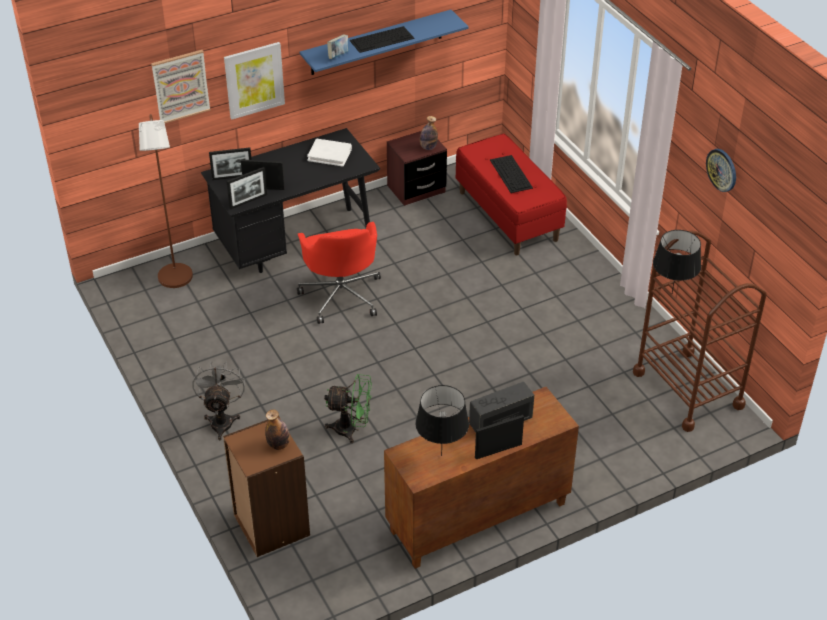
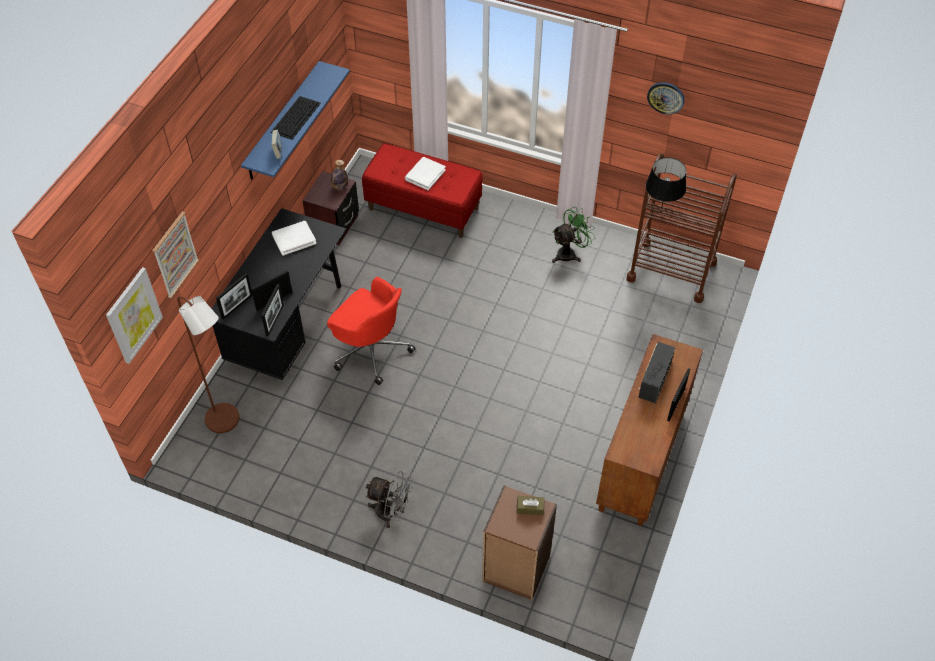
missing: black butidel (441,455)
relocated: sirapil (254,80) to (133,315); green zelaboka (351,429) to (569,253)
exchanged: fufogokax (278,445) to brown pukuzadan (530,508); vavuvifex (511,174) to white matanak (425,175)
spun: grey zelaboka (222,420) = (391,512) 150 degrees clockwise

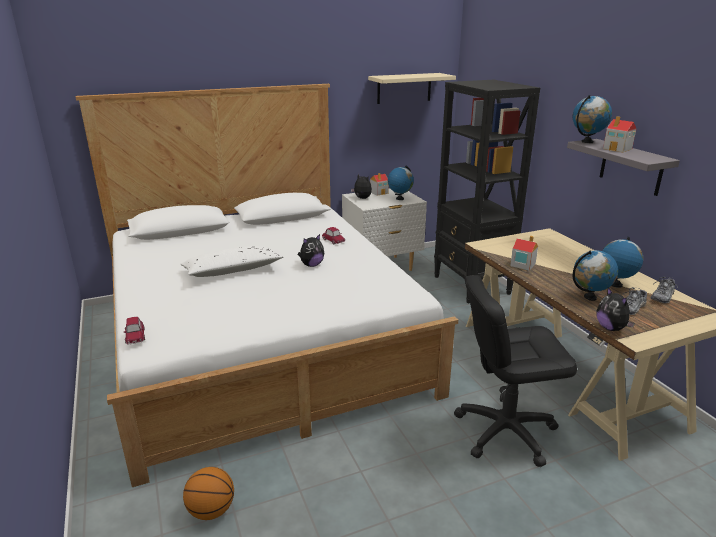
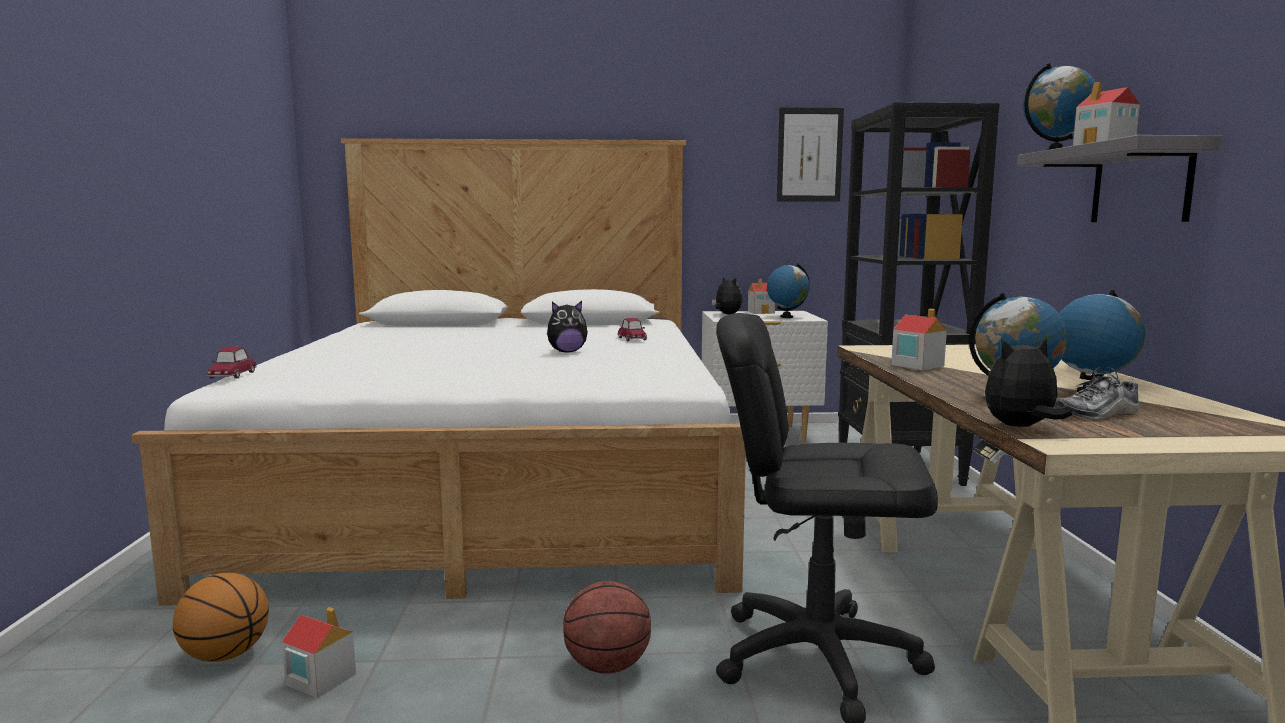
missing: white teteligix (232,271); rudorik (662,297)
appeared: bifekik (320,679); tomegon (606,666)
exchanged: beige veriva (404,88) to sirapil (809,155)
spun: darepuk (611,328) = (1021,427) 75 degrees clockwise

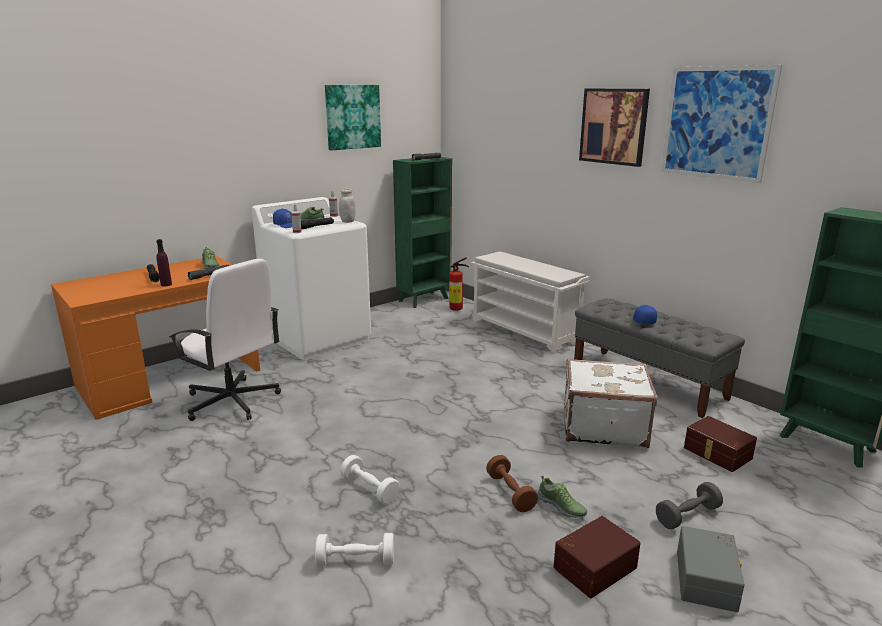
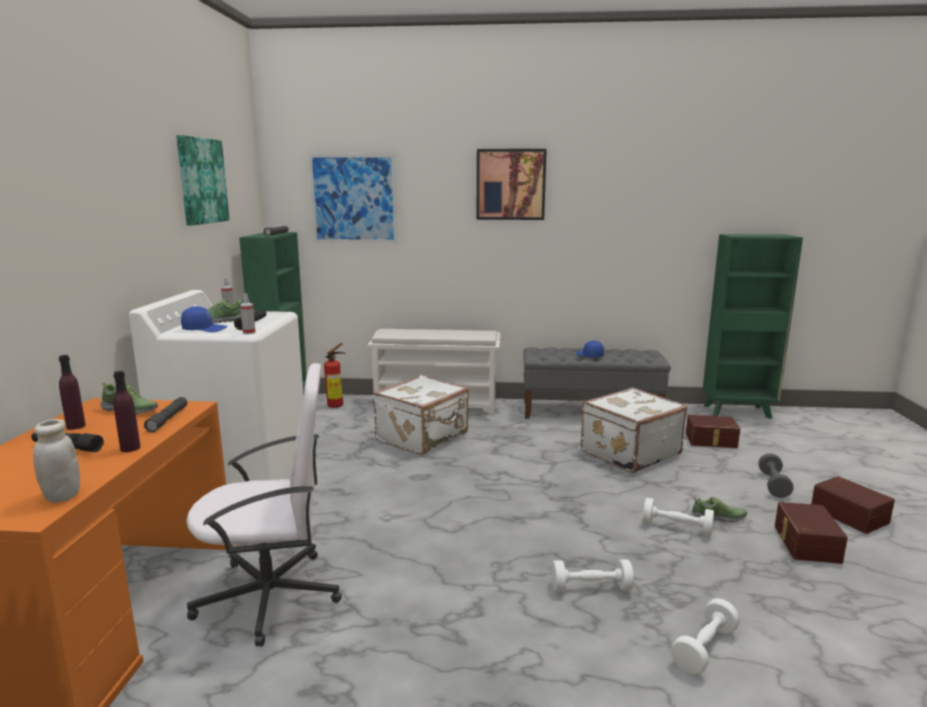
appeared: purple fufogokax (76,426); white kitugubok (423,437)
relocated: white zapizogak (347,221) to (62,496); sirapil (716,123) to (353,199)
colour: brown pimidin (510,493) to white pimidin (676,527); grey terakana (708,580) to brown terakana (850,514)

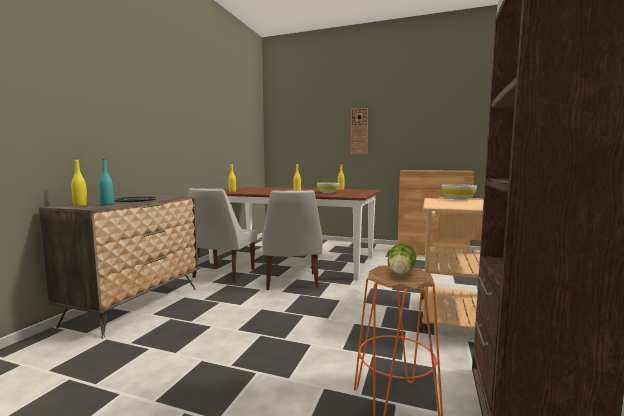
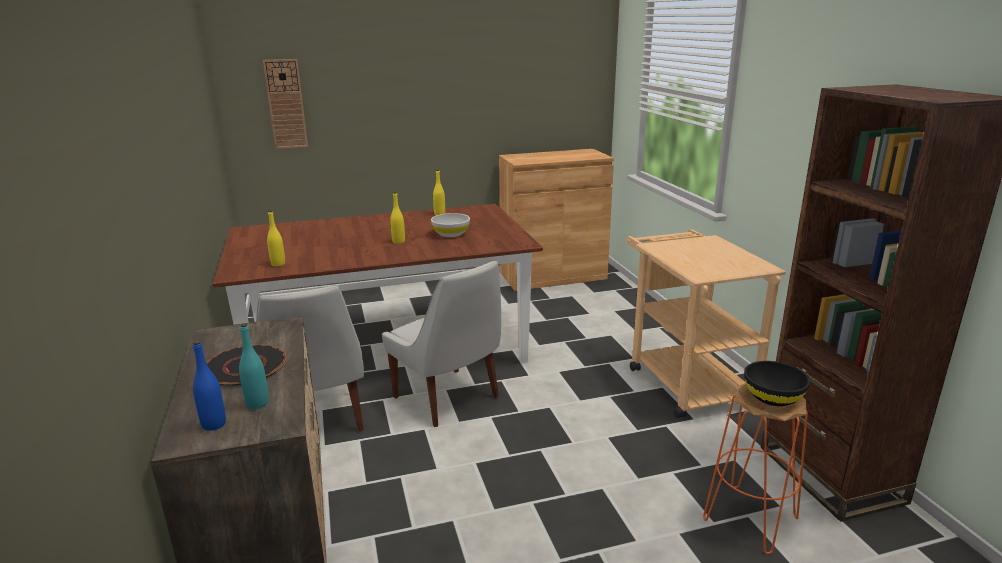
missing: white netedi (458,198)
relocated: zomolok (359,131) to (286,104)
exchanged: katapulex (400,273) to black netedi (772,397)
colour: yellow fufogokax (80,205) to blue fufogokax (214,424)

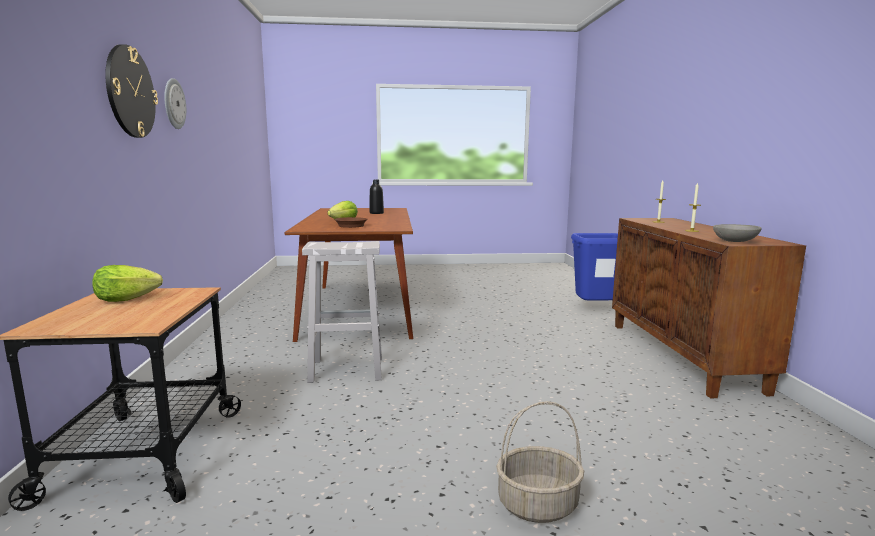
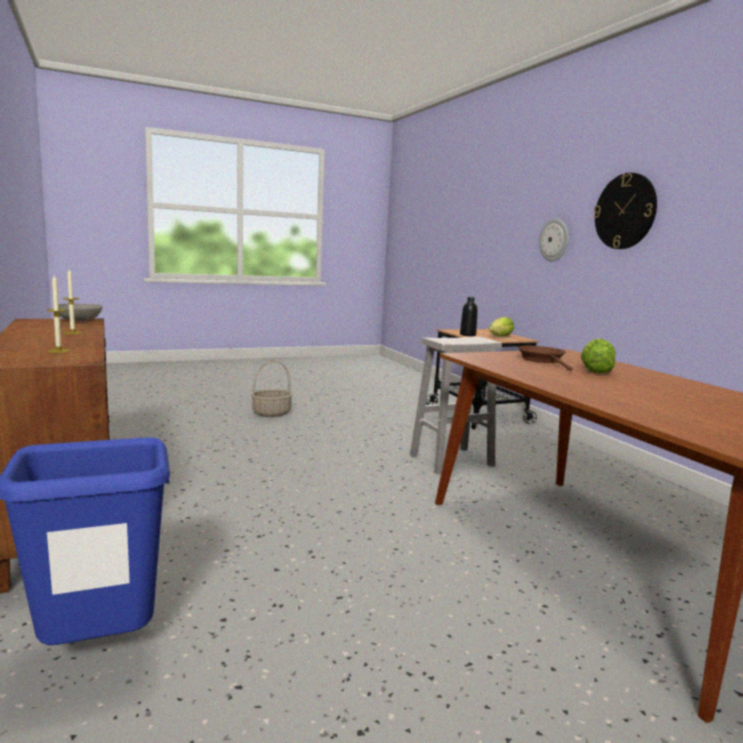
relocated: zomolok (173,104) to (554,240); black fufogokax (376,213) to (467,335)

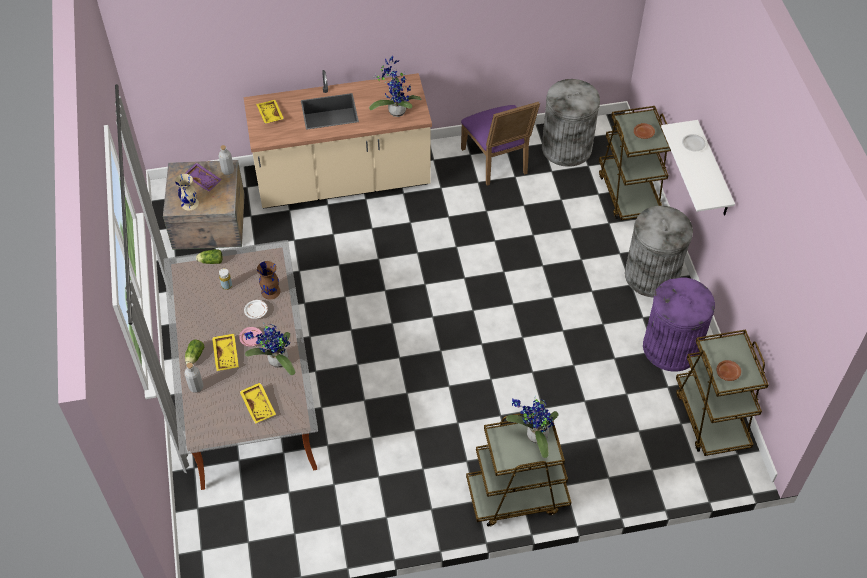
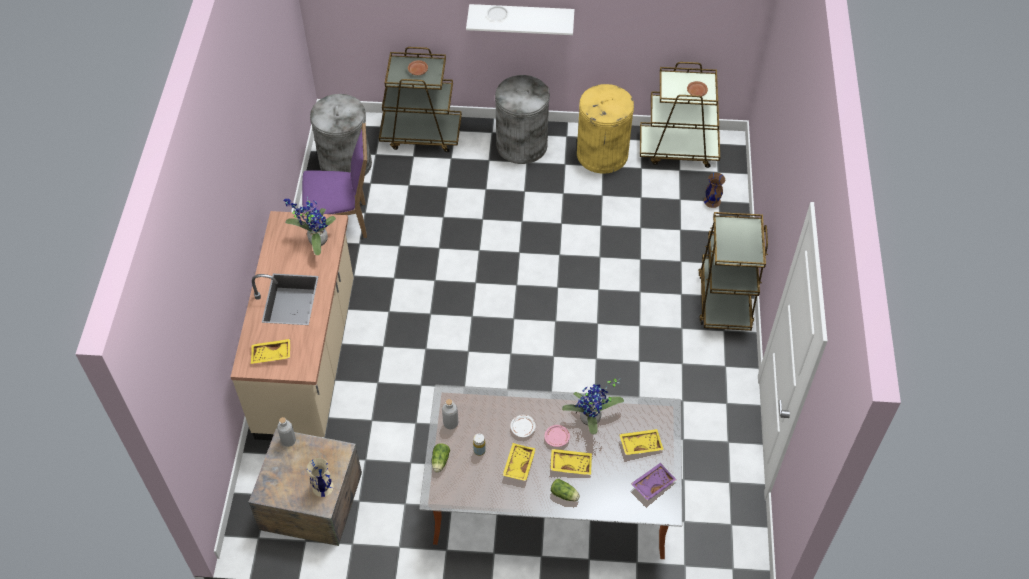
missing: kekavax (534,436)
appeared: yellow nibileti (518,464)
relocated: purple nibileti (203,180) to (652,483); grey fufogokax (196,387) to (450,423); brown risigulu (271,291) to (712,201)
colour: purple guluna (670,347) to yellow guluna (602,154)

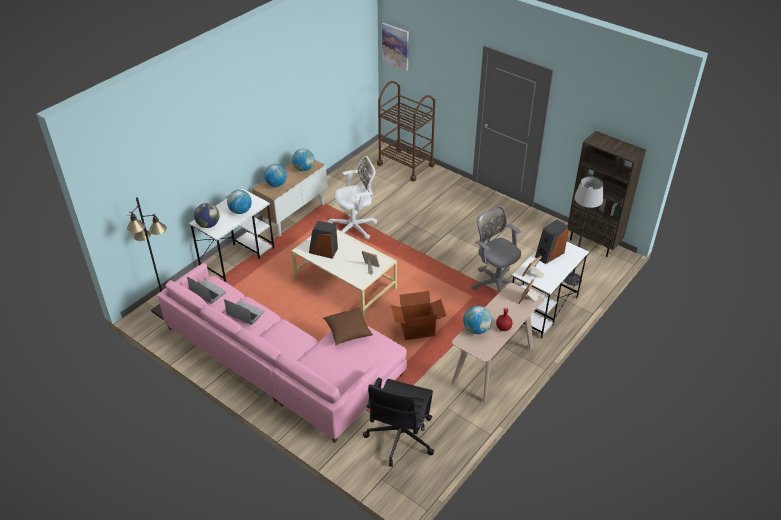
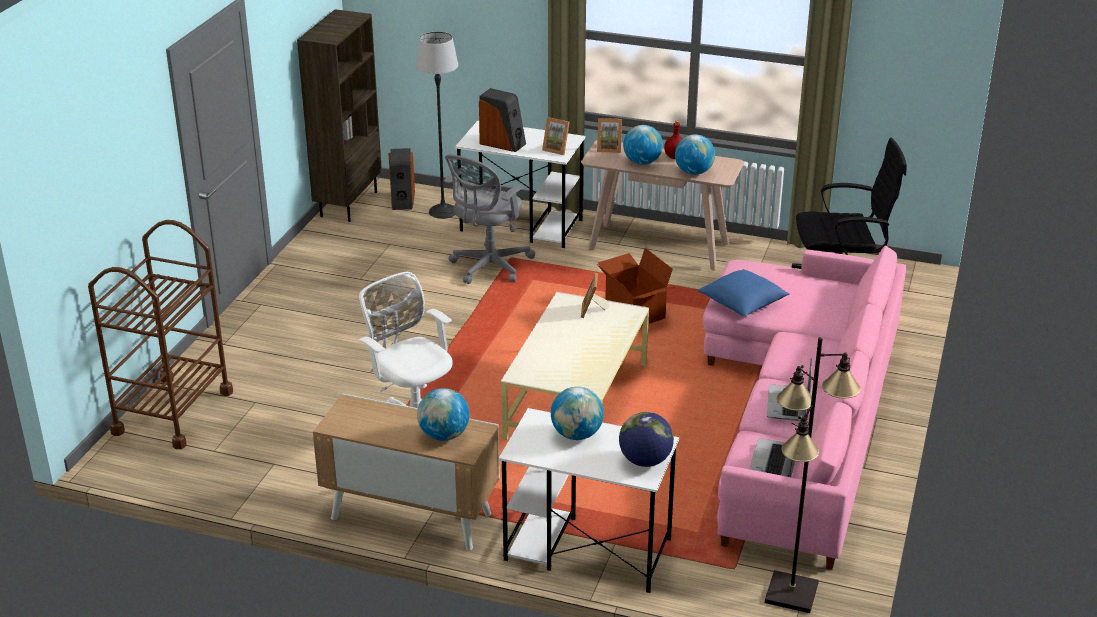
missing: sirapil (395,46)
relocated: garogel (304,169) to (642,162); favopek (323,251) to (402,200)
colour: brown teteligix (348,332) to blue teteligix (742,304)

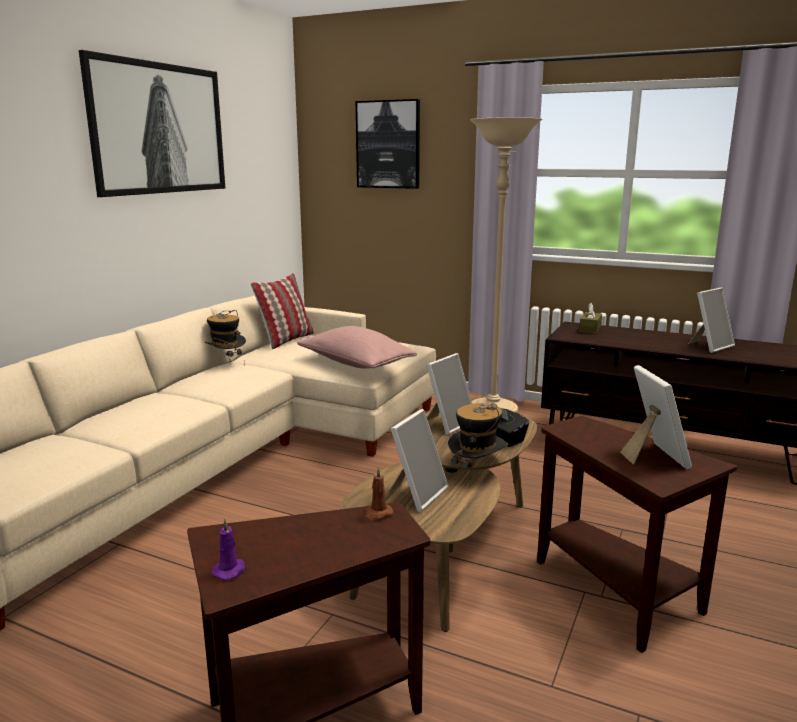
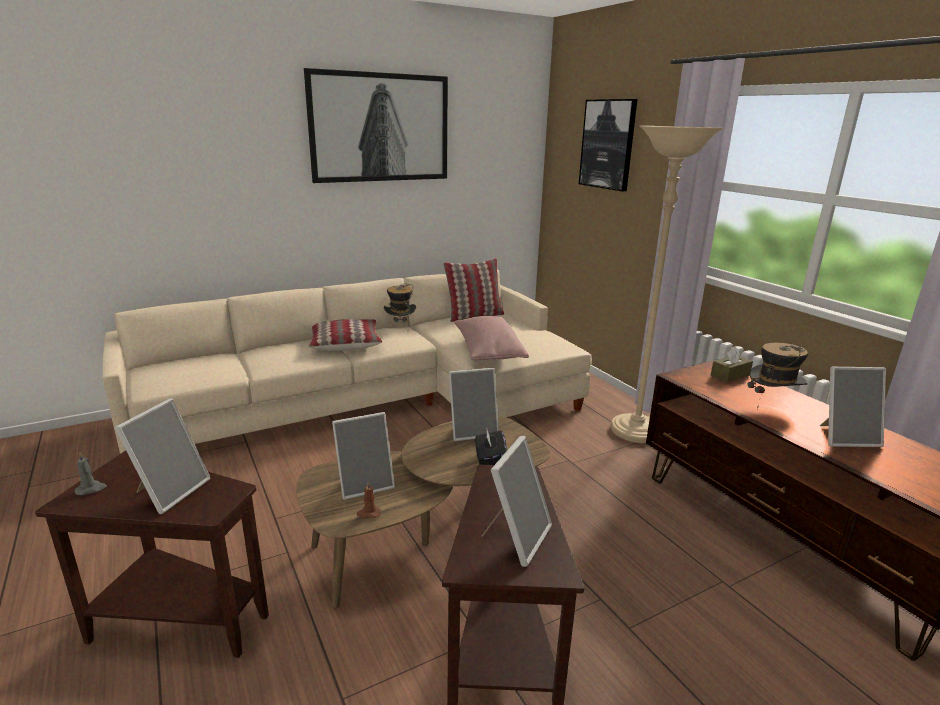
appeared: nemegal (170,491); teteligix (345,343)
relocated: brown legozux (377,514) to (368,513); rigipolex (476,473) to (771,403)
colour: purple legozux (230,570) to grey legozux (91,489)

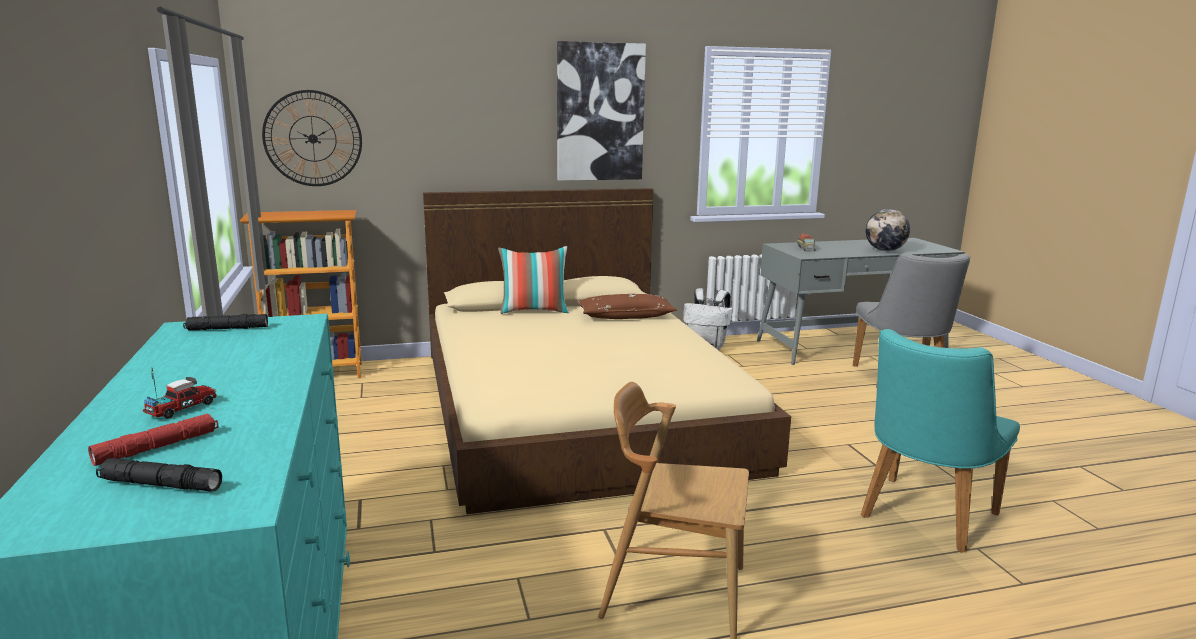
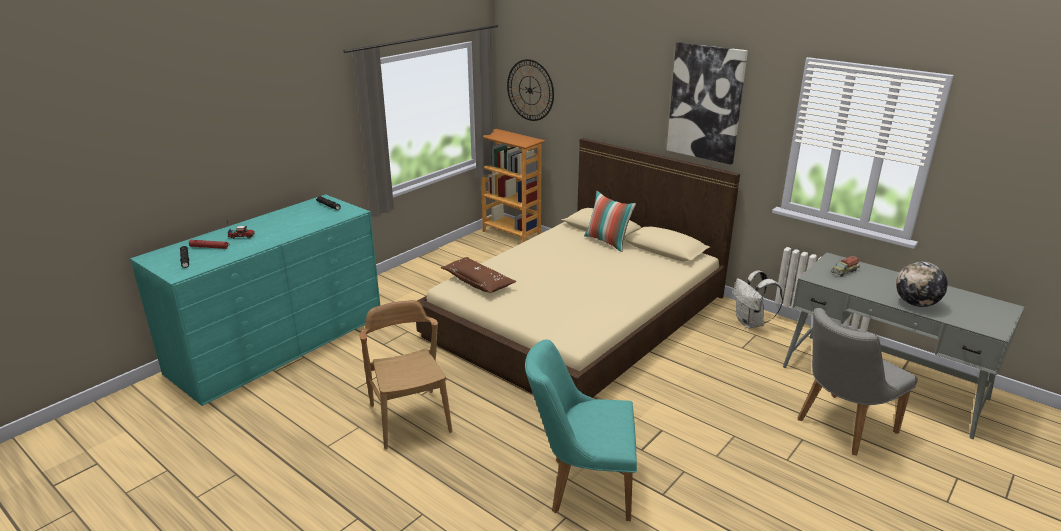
relocated: brown teteligix (626,316) to (478,282)

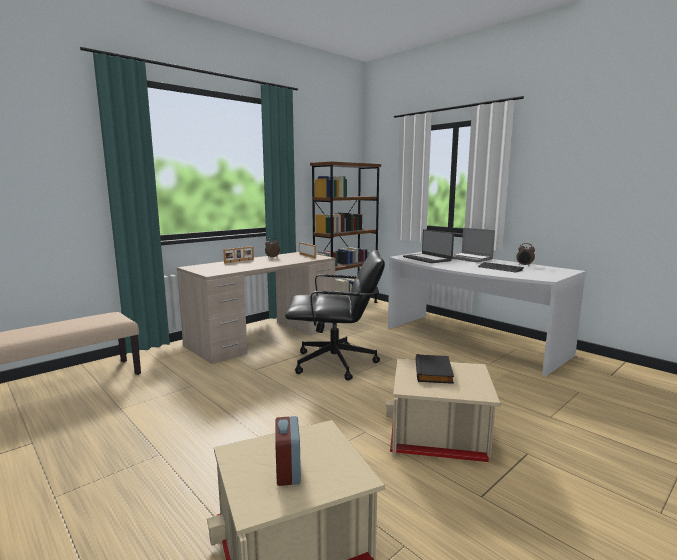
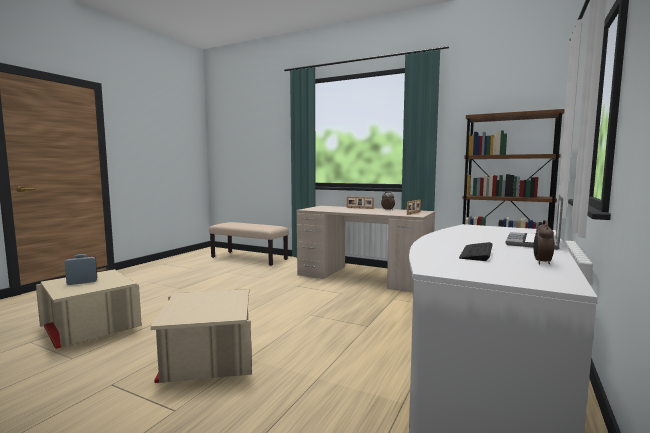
missing: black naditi (336,363); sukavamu (427,259); black matanak (434,372)

